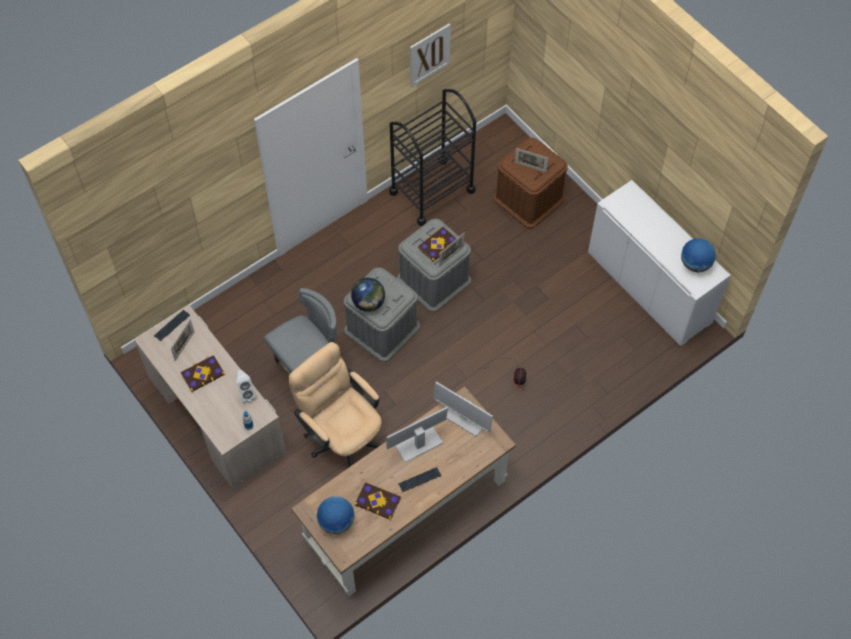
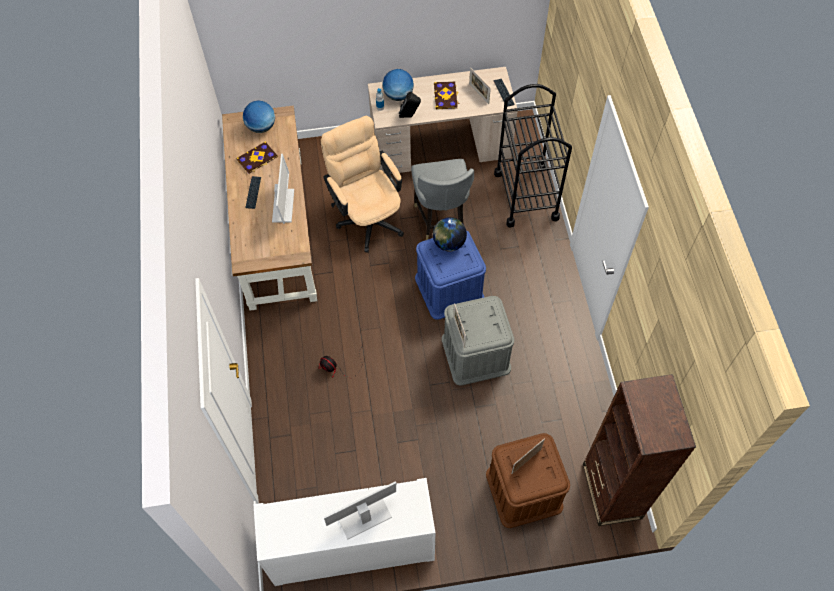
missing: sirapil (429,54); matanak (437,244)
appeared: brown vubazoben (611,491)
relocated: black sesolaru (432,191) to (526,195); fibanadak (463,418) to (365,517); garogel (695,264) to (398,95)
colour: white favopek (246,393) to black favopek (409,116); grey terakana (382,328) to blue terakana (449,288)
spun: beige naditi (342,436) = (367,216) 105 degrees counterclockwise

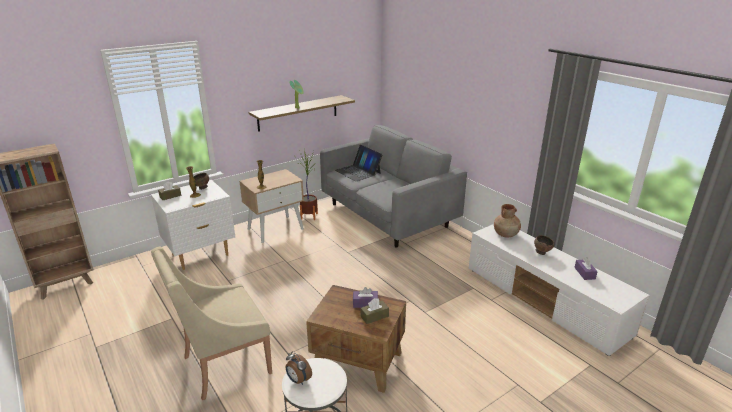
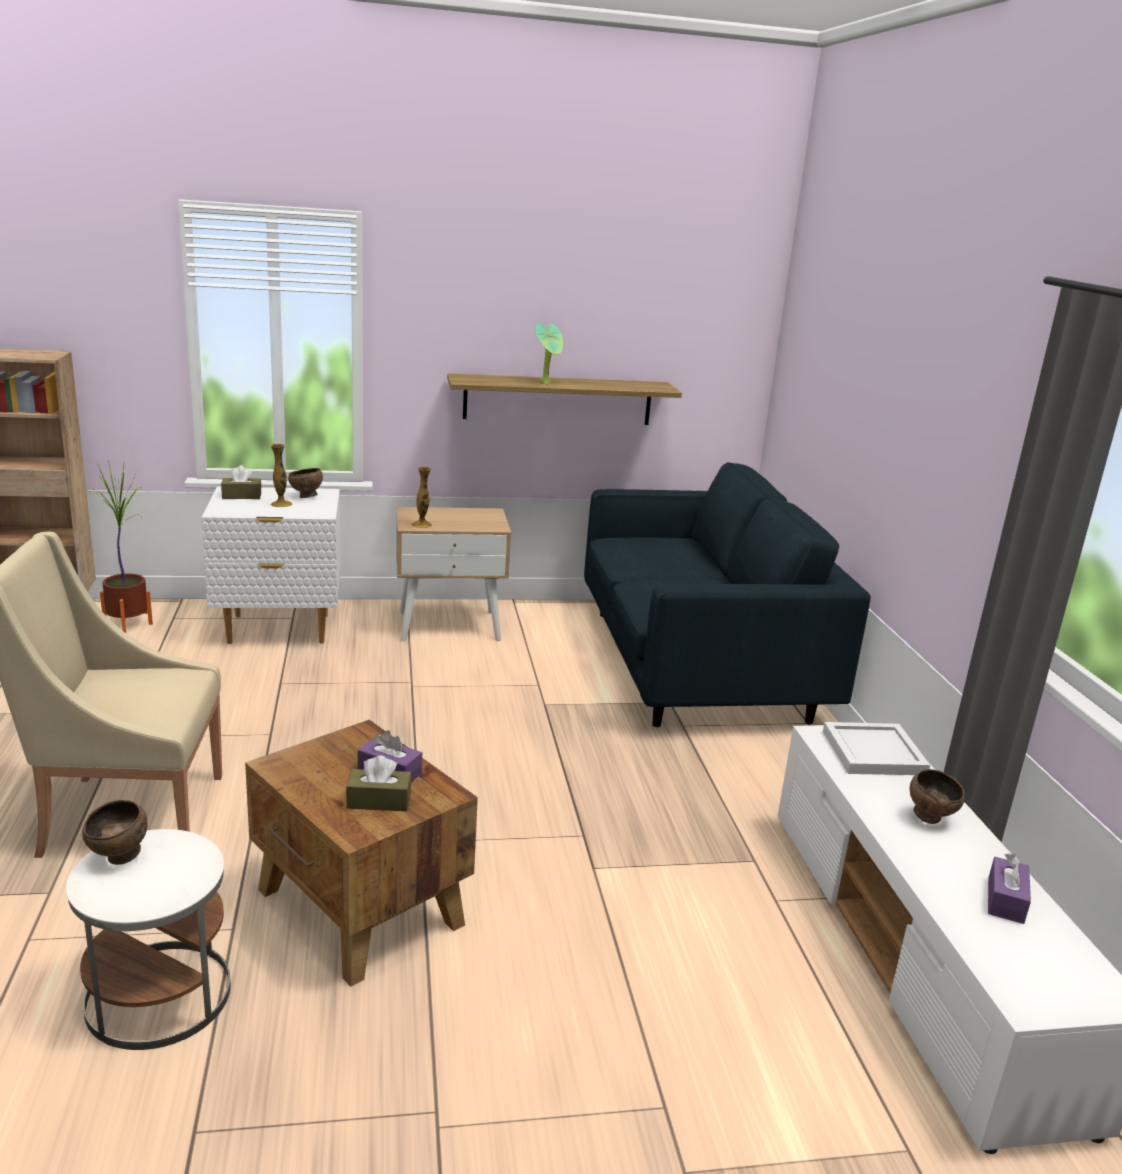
missing: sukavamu (358,172)
relocated: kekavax (309,216) to (128,624)
exchanged: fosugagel (298,380) to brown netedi (119,858); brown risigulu (506,234) to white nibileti (875,753)
colour: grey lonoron (387,215) to blue lonoron (695,663)

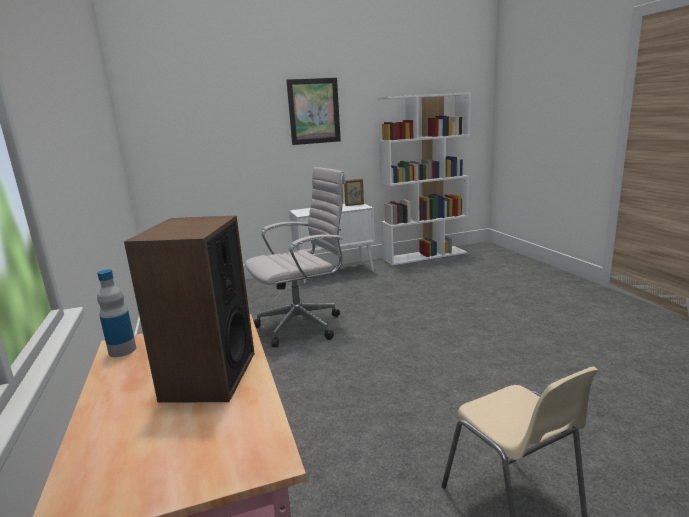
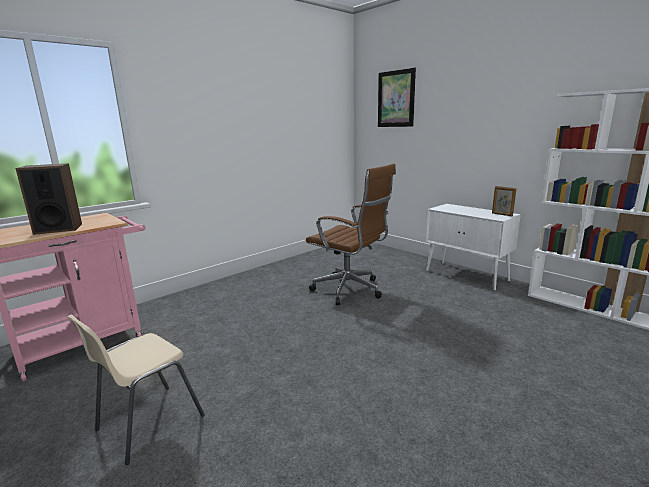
missing: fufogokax (122,350)
relocated: sirapil (314,111) to (396,99)
colour: white naditi (303,325) to brown naditi (350,290)

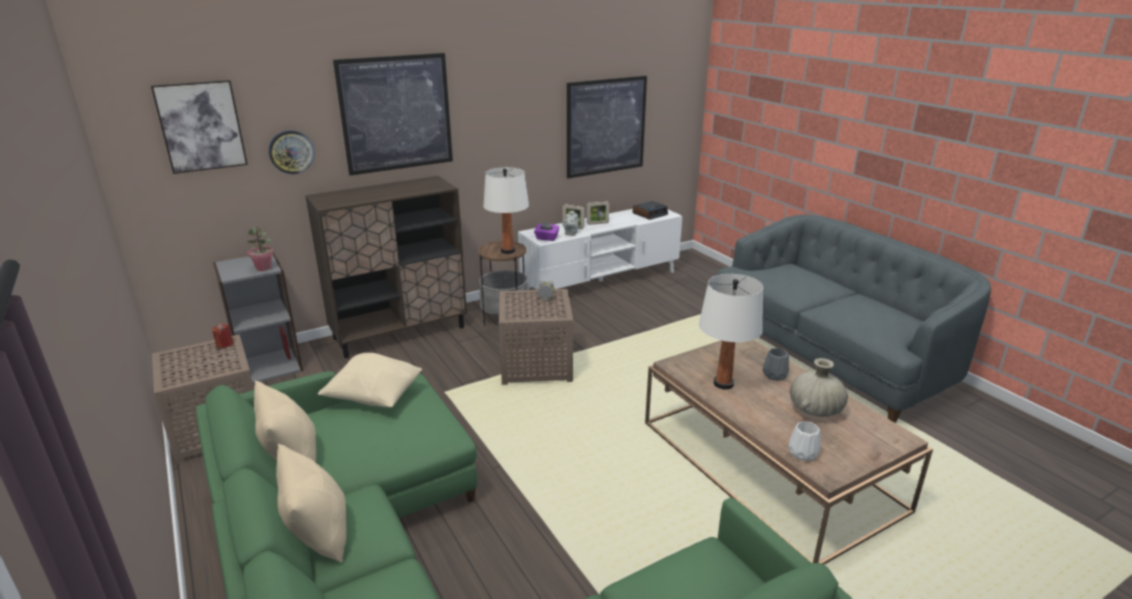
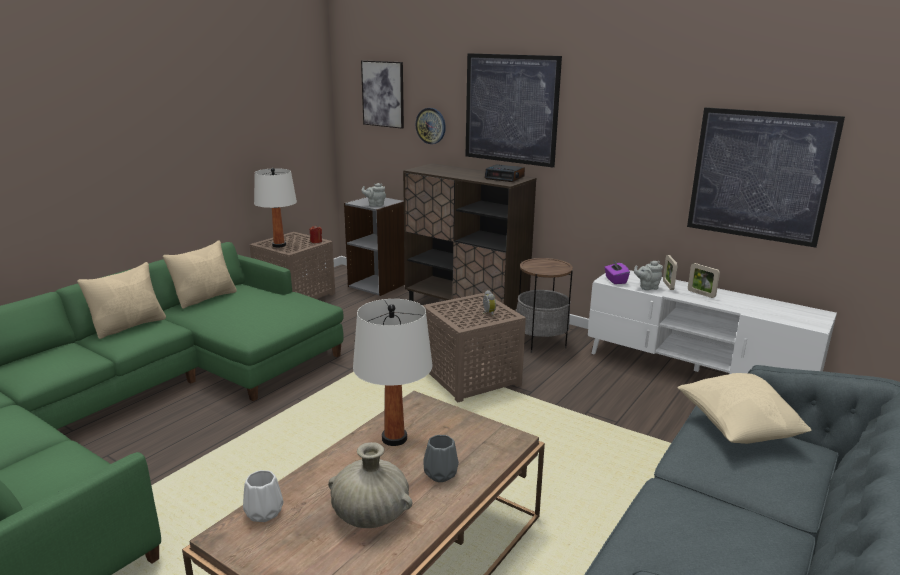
relocated: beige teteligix (374,397) to (737,429); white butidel (508,251) to (279,245); fosugagel (650,214) to (505,178)
exchanged: kekavax (264,268) to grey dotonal (375,205)

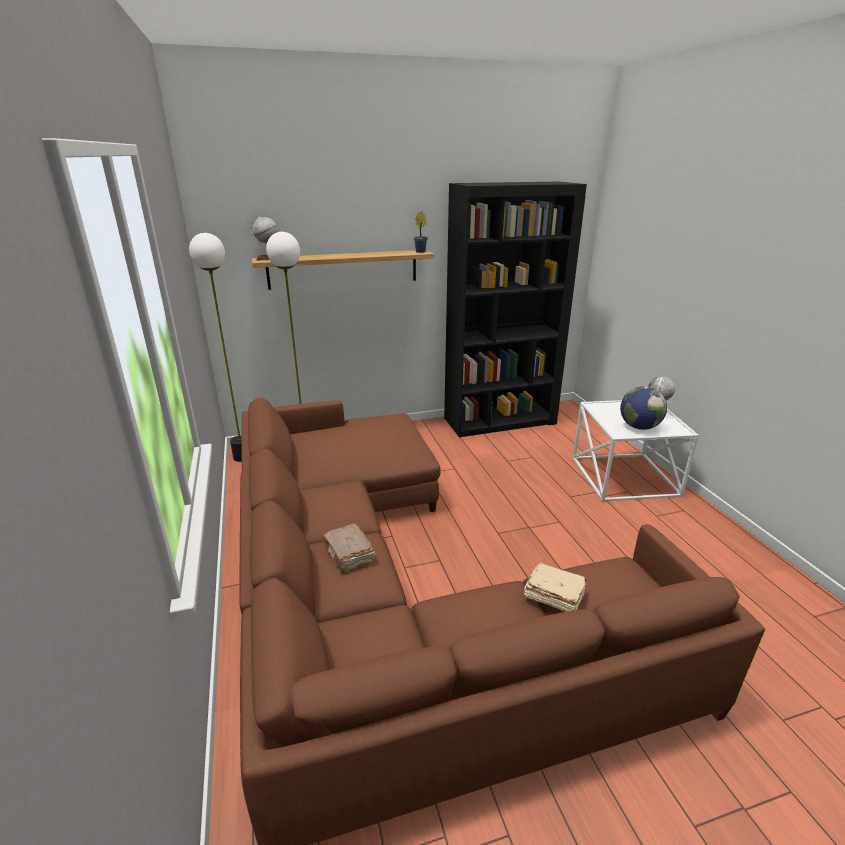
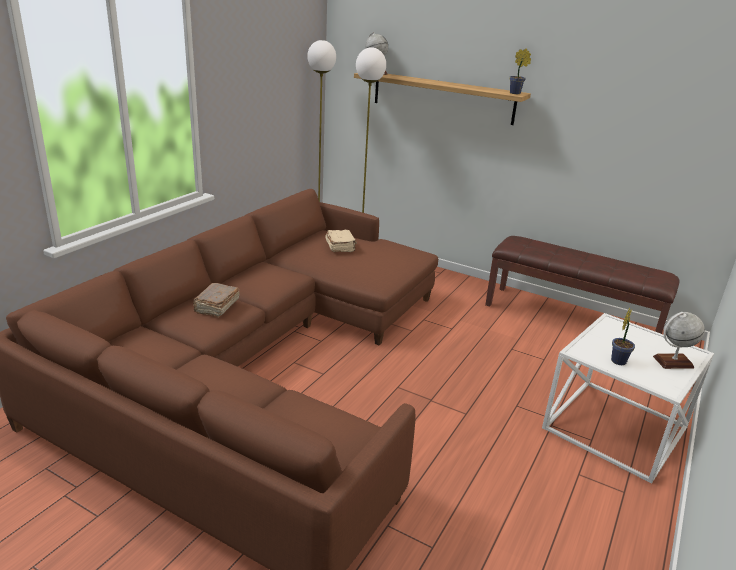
relocated: beige matanak (553,595) to (340,247)
exchanged: black vubazoben (500,421) to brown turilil (571,318); garogel (639,427) to kekavax (619,360)

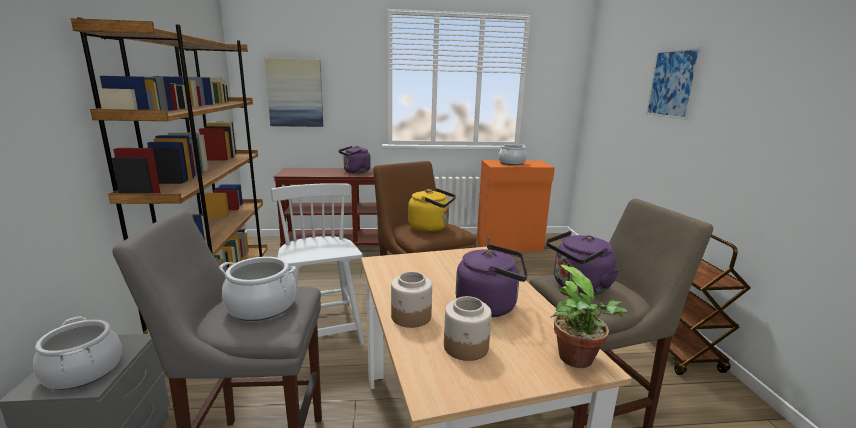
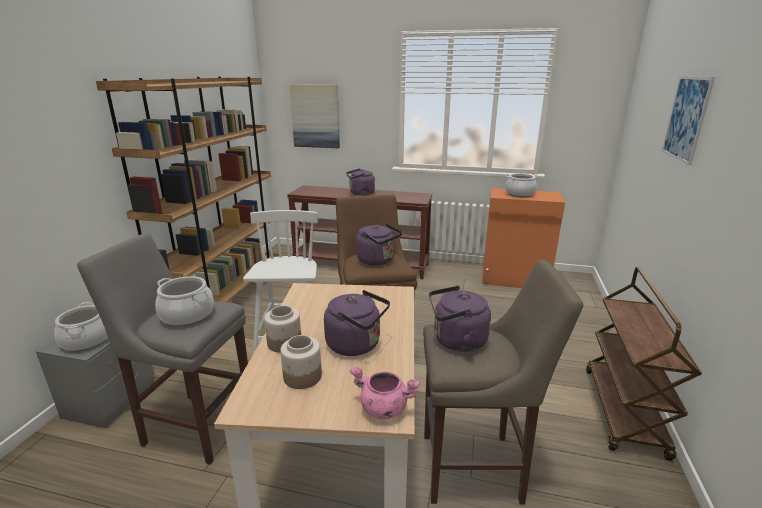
exchanged: kekavax (579,360) to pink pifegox (383,408)
colour: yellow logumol (431,227) to purple logumol (378,260)

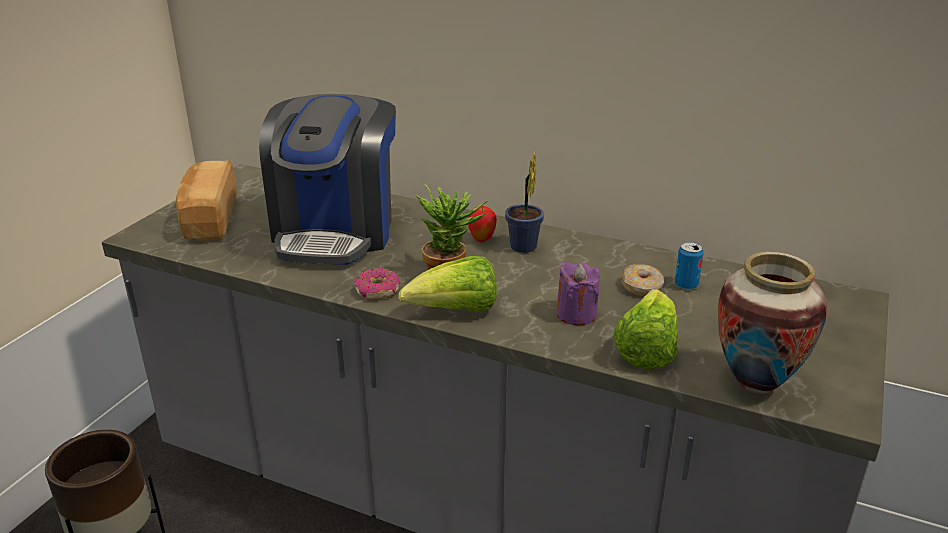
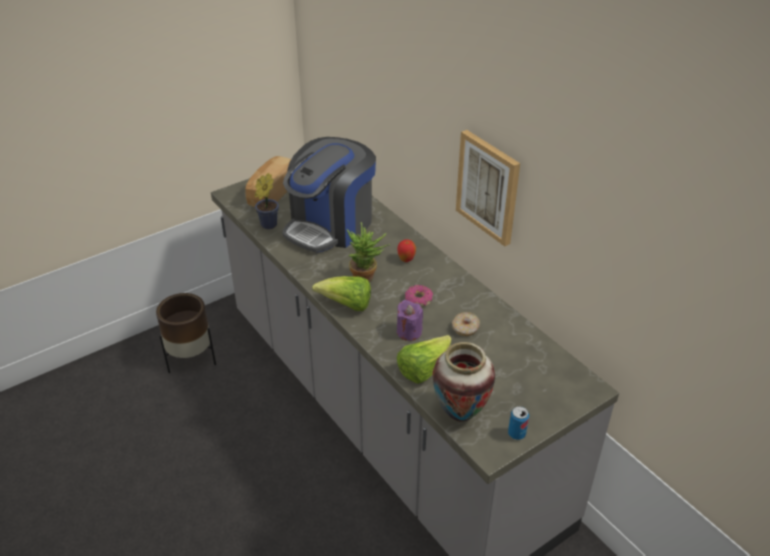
appeared: sirapil (488,187)
relocated: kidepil (378,290) to (418,300); kekavax (522,248) to (267,226); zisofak (686,285) to (516,434)

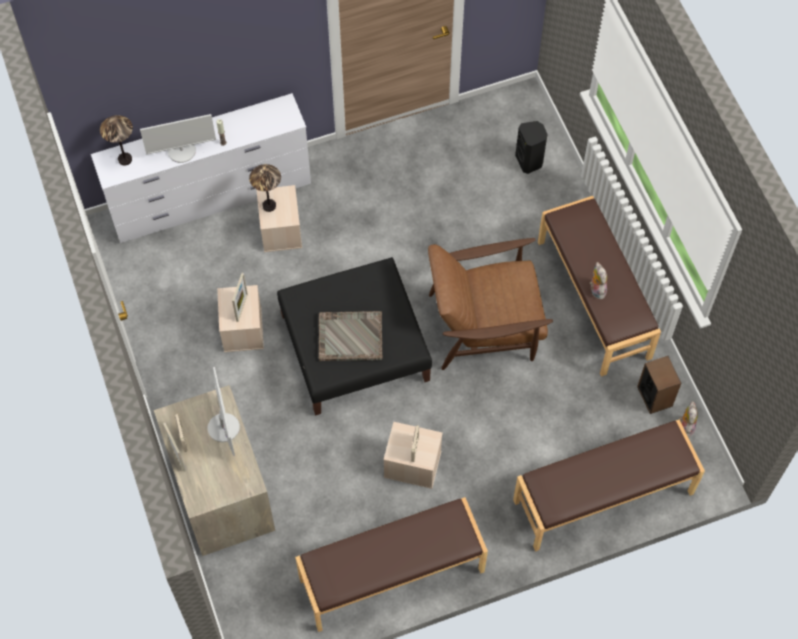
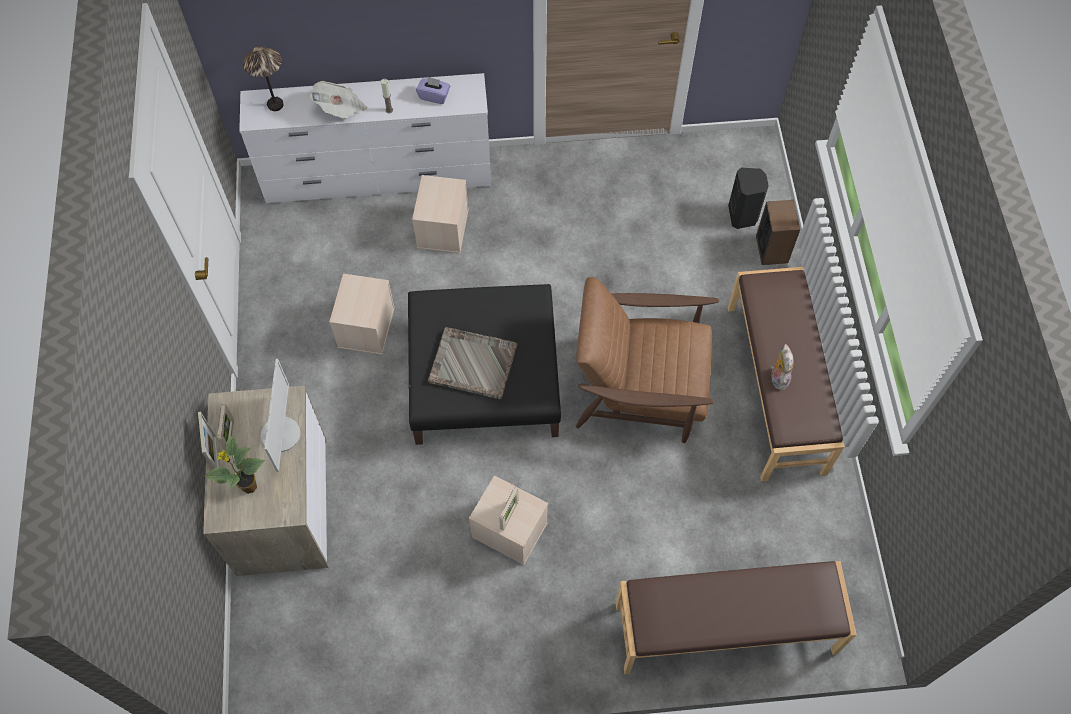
missing: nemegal (242,307); butidel (269,206); brown turilil (392,575); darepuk (685,426)
appeared: kekavax (248,487); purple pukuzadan (434,96)
relocated: favopek (654,396) to (772,249)
exchanged: fibanadak (182,150) to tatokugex (340,109)

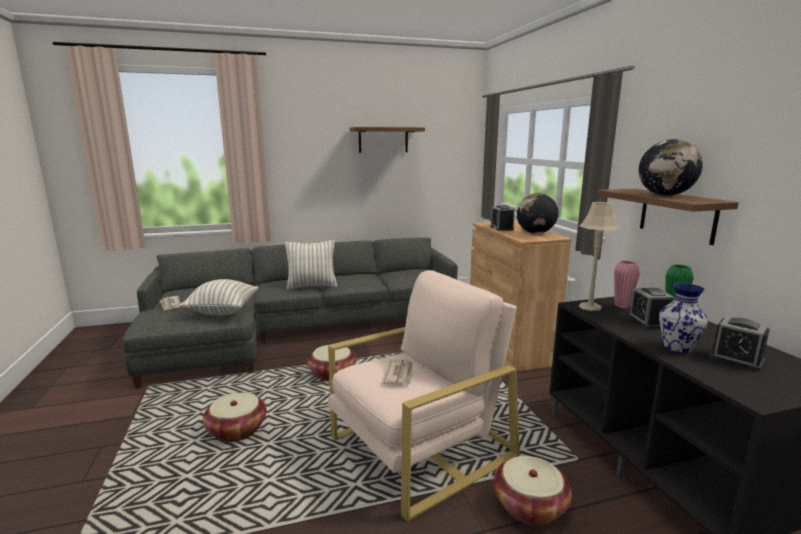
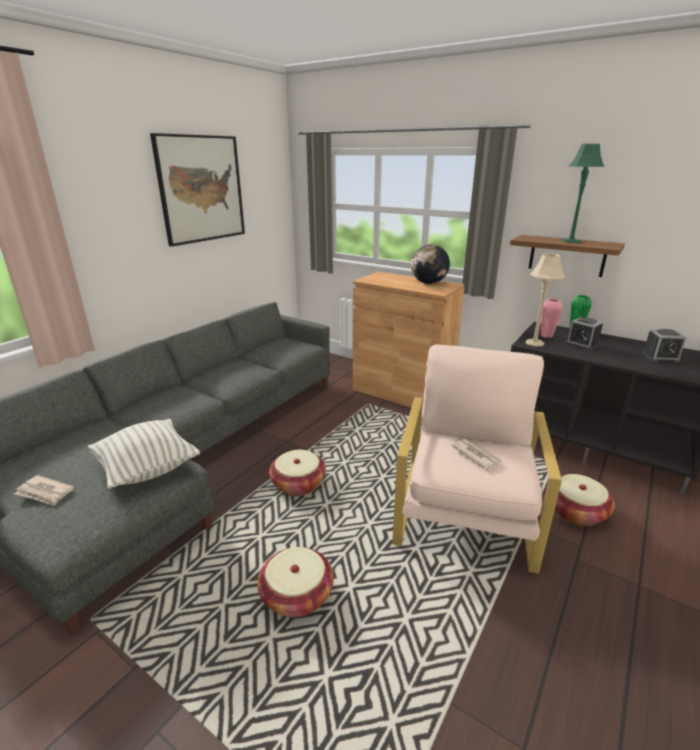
missing: teteligix (312,286); fosugagel (502,228); risigulu (678,348)
exchanged: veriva (383,140) to sirapil (201,189); garogel (665,195) to green butidel (571,241)

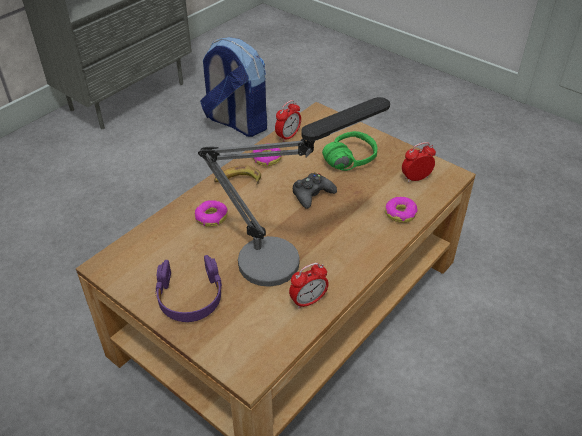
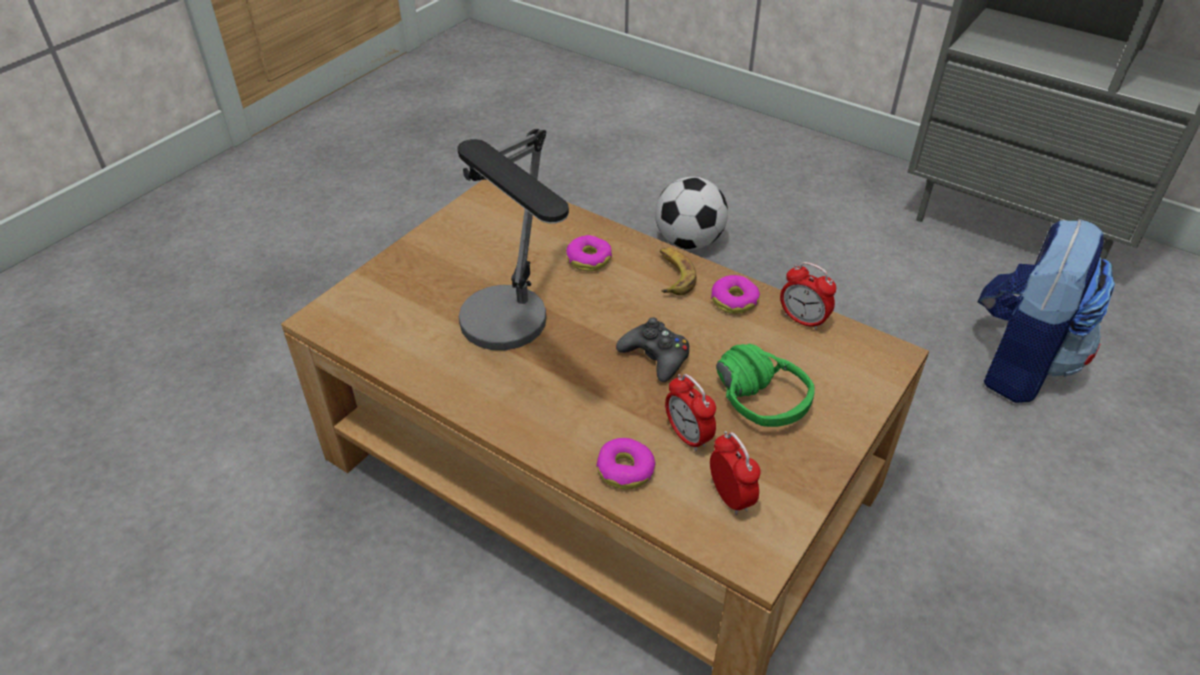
missing: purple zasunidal (190,296)
appeared: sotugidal (689,241)
relocated: fosugagel (308,301) to (688,436)

